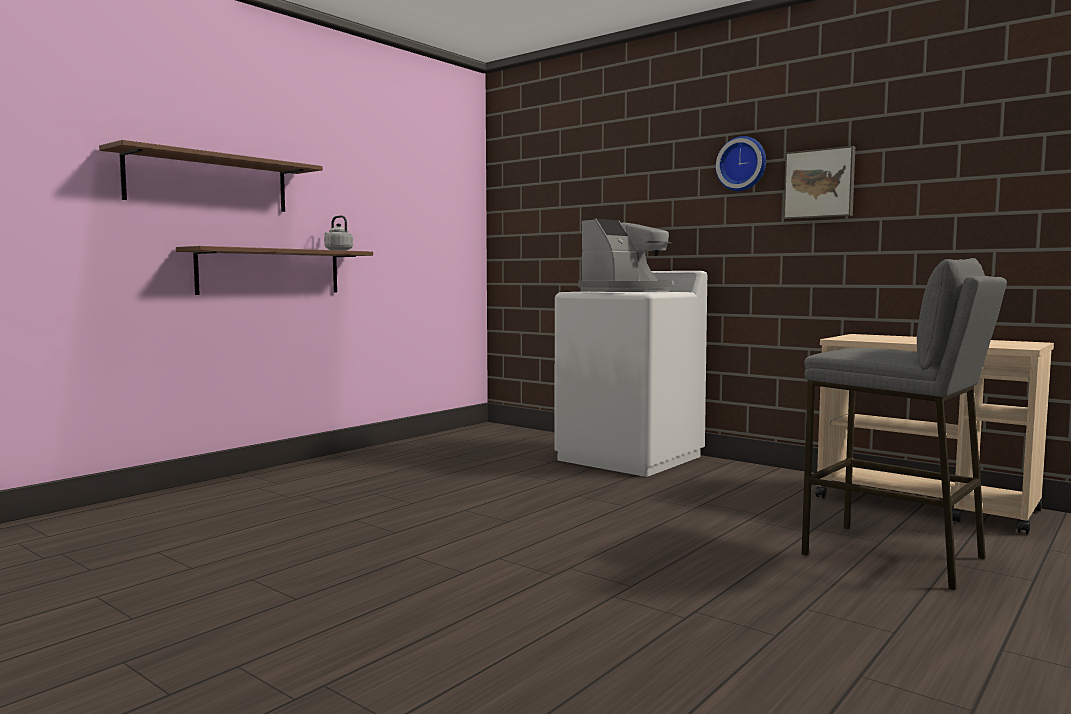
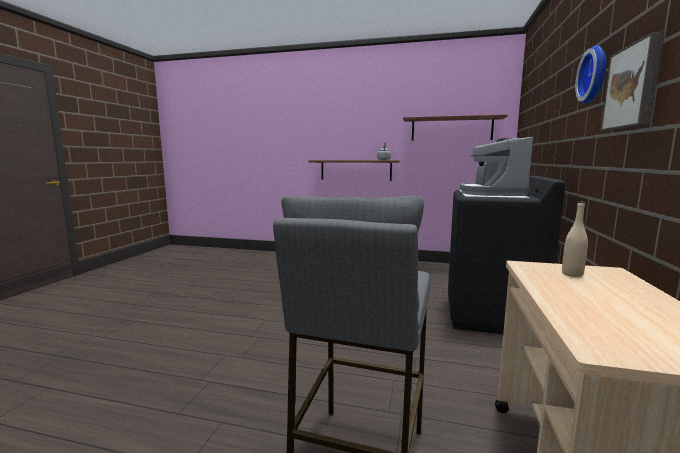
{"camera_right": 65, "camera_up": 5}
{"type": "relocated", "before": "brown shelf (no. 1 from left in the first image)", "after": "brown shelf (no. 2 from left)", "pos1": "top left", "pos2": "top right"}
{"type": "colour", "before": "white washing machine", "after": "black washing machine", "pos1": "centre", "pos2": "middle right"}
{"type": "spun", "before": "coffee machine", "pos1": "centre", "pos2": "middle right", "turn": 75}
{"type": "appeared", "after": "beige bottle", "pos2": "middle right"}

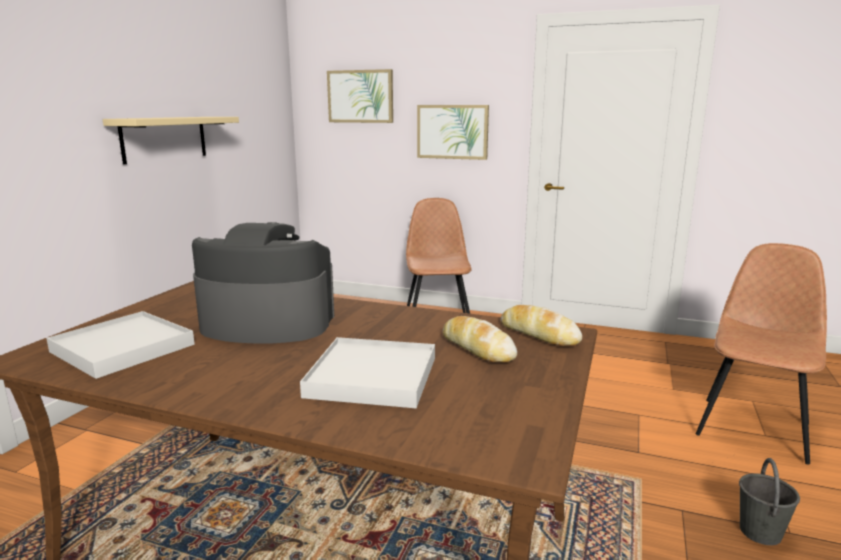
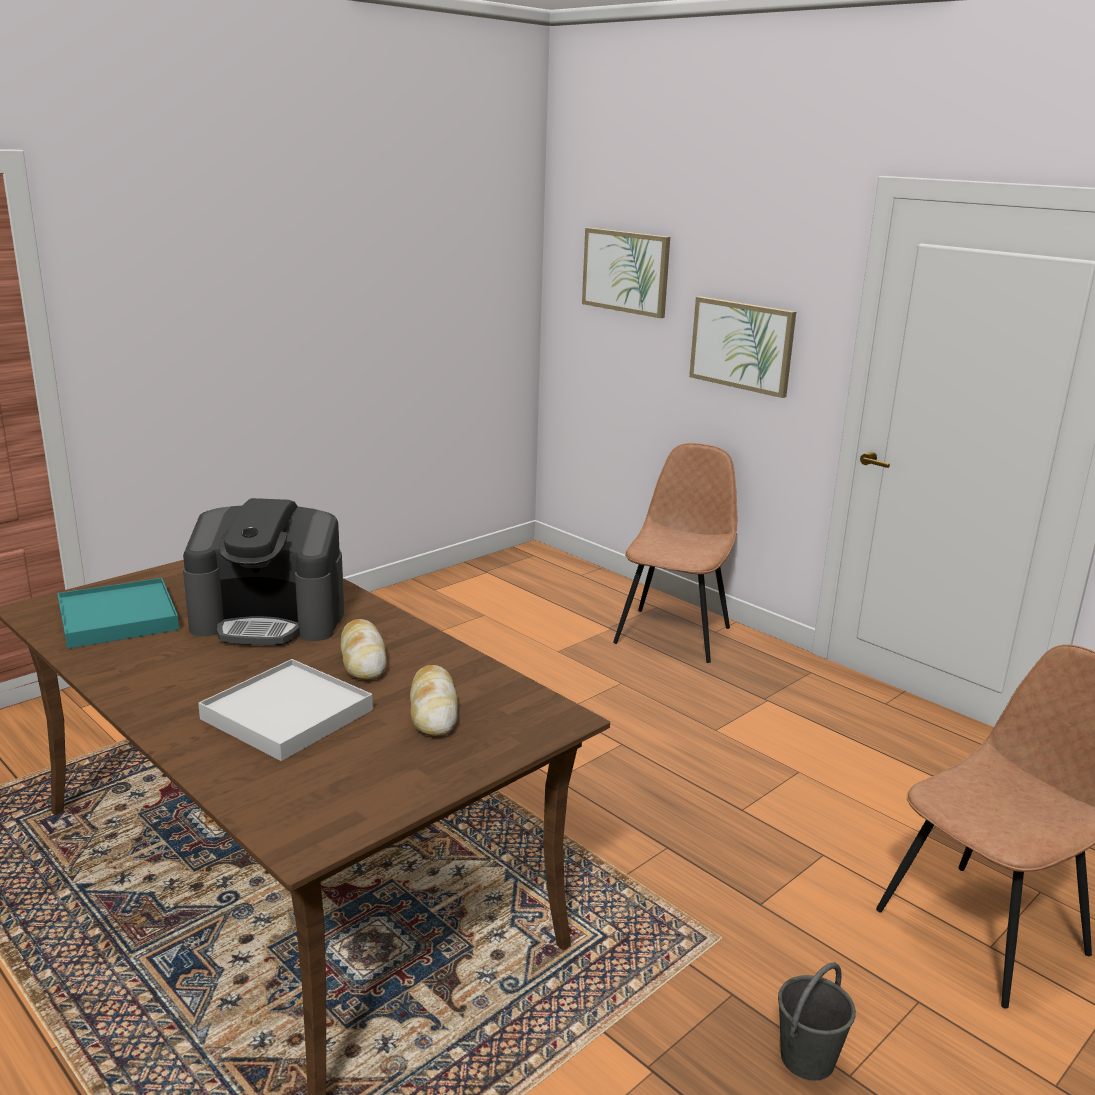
{"camera_right": 25, "camera_up": 5}
{"type": "colour", "before": "white tray (no. 1 from left)", "after": "turquoise tray", "pos1": "middle left", "pos2": "middle left"}
{"type": "spun", "before": "coffee machine", "pos1": "middle left", "pos2": "middle left", "turn": 150}
{"type": "relocated", "before": "bread (no. 2 from left in the first image)", "after": "bread (no. 1 from left)", "pos1": "centre", "pos2": "middle left"}
{"type": "missing", "before": "beige shelf", "pos1": "top left"}

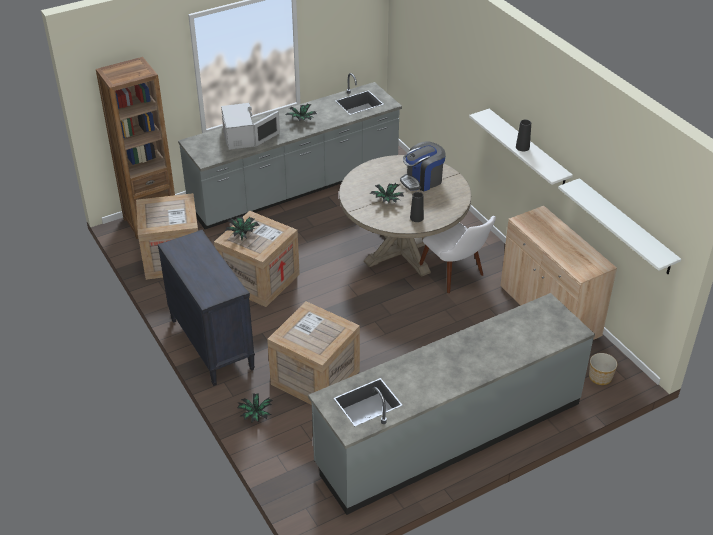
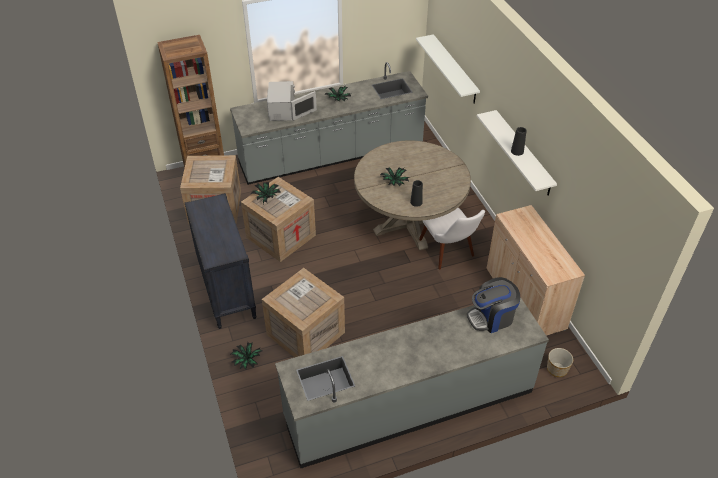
{"camera_right": 10, "camera_up": 5}
{"type": "relocated", "before": "white shelf (no. 2 from left in the first image)", "after": "white shelf (no. 1 from left)", "pos1": "middle right", "pos2": "top centre"}
{"type": "relocated", "before": "coffee machine", "pos1": "top centre", "pos2": "middle right"}

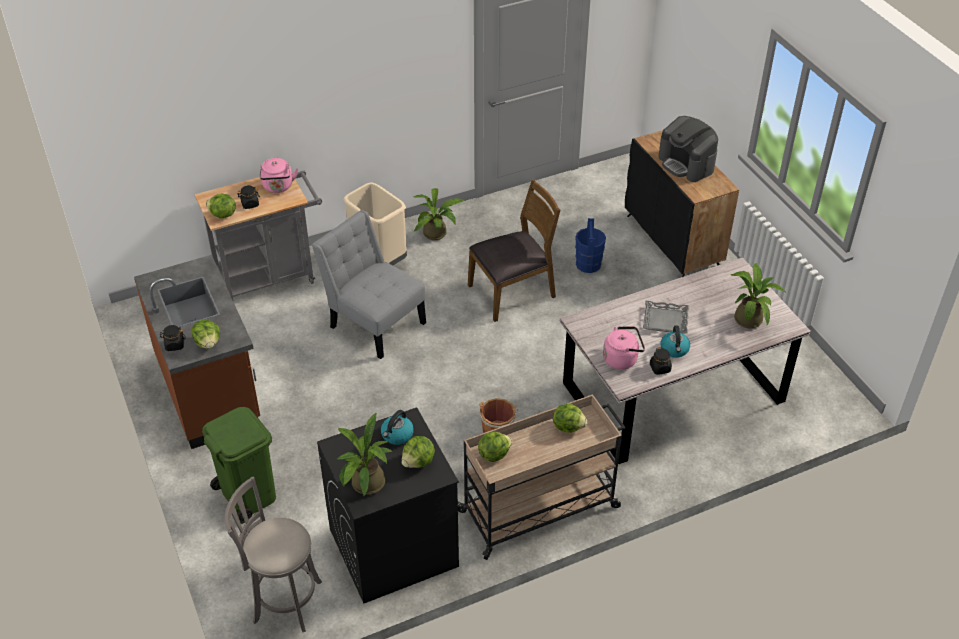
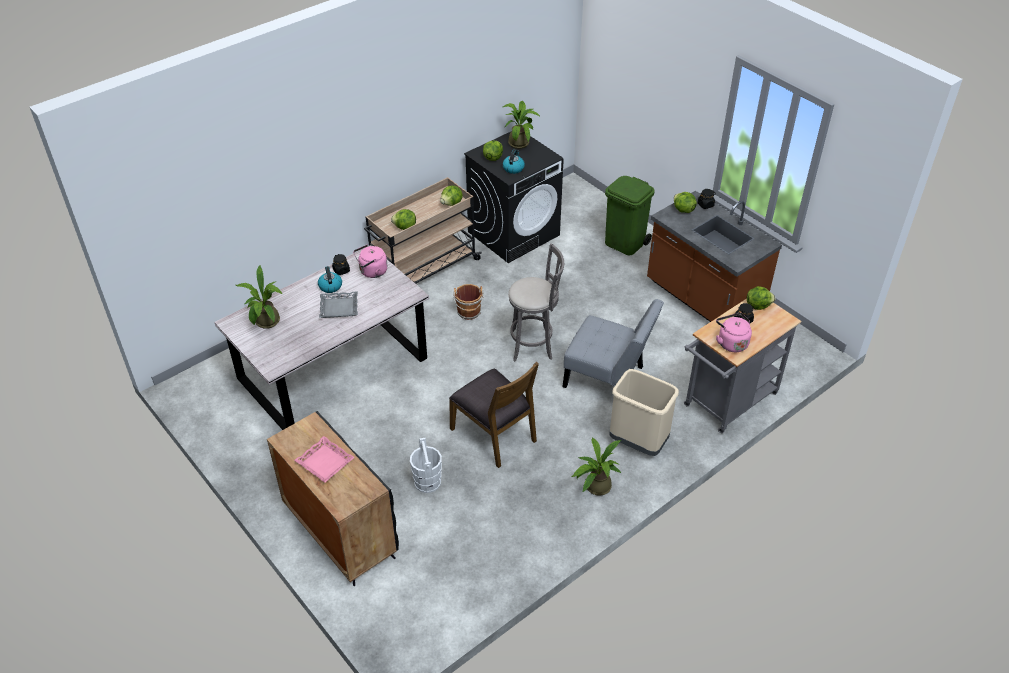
{"camera_right": 165, "camera_up": 0}
{"type": "exchanged", "before": "coffee machine", "after": "pink tray", "pos1": "top right", "pos2": "bottom left"}
{"type": "colour", "before": "blue bucket", "after": "white bucket", "pos1": "centre", "pos2": "bottom centre"}
{"type": "spun", "before": "brown chair", "pos1": "centre", "pos2": "centre", "turn": -90}
{"type": "relocated", "before": "grey stool", "pos1": "bottom left", "pos2": "centre"}

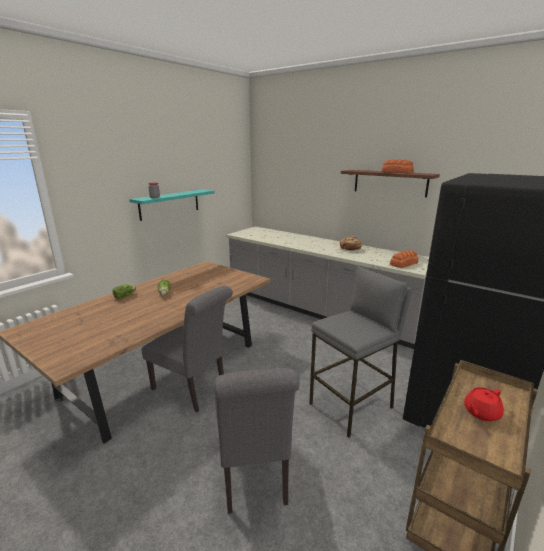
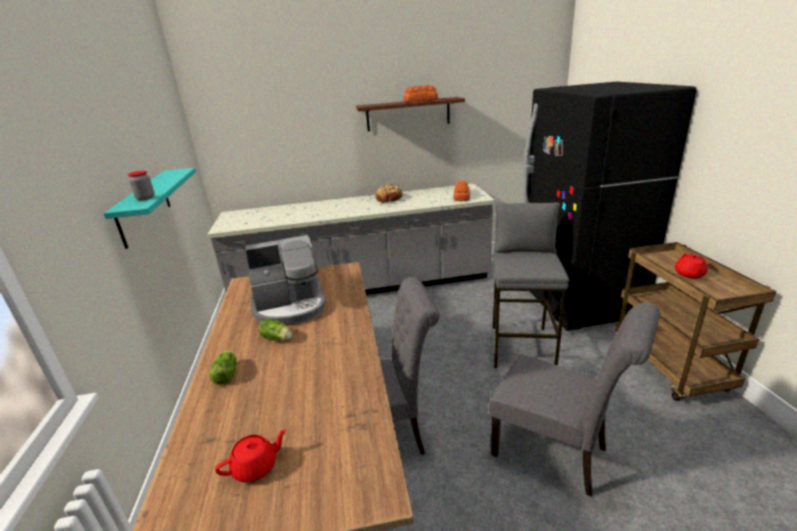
{"camera_right": -45, "camera_up": 5}
{"type": "appeared", "after": "red teapot (no. 1 from left)", "pos2": "bottom left"}
{"type": "appeared", "after": "coffee machine", "pos2": "centre"}

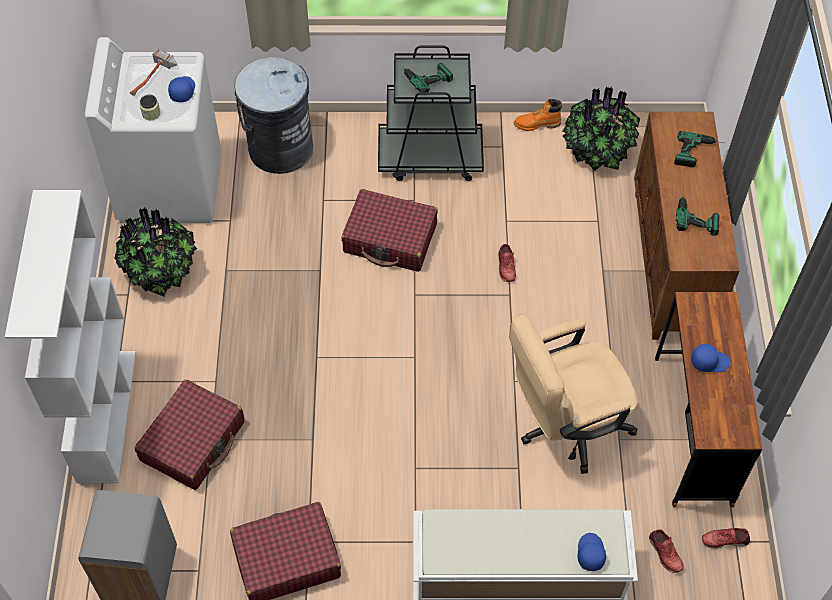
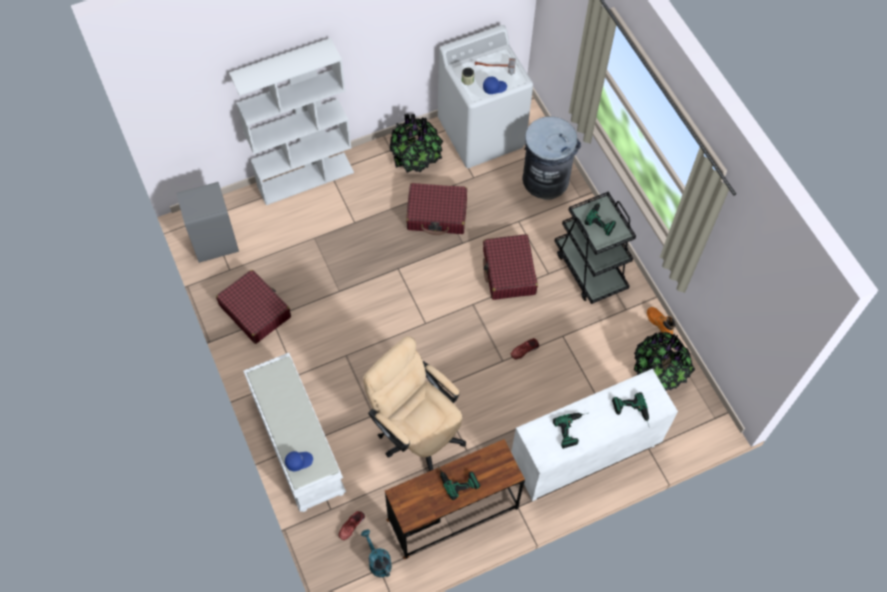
{"camera_right": 65, "camera_up": 5}
{"type": "exchanged", "before": "red shoe (no. 3 from left)", "after": "turquoise watering can", "pos1": "bottom right", "pos2": "bottom centre"}
{"type": "relocated", "before": "red suitcase (no. 1 from left in the first image)", "after": "red suitcase (no. 2 from left)", "pos1": "bottom left", "pos2": "centre"}
{"type": "exchanged", "before": "blue cap (no. 3 from left)", "after": "power drill (no. 1 from left)", "pos1": "middle right", "pos2": "bottom centre"}
{"type": "colour", "before": "brown cabinet", "after": "white cabinet", "pos1": "middle right", "pos2": "bottom right"}

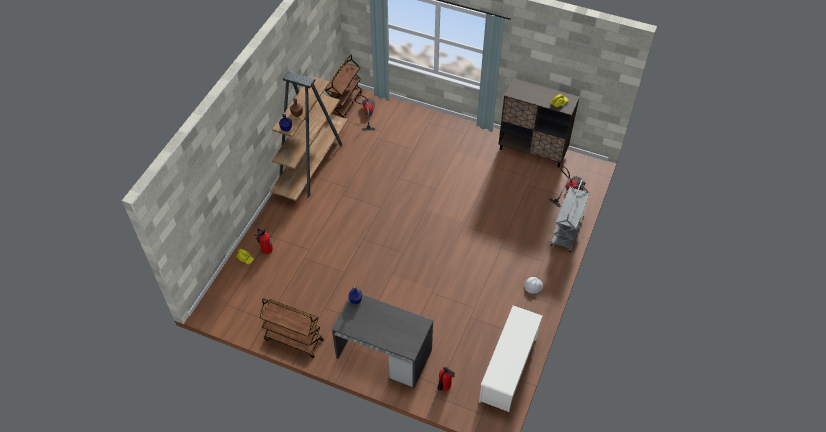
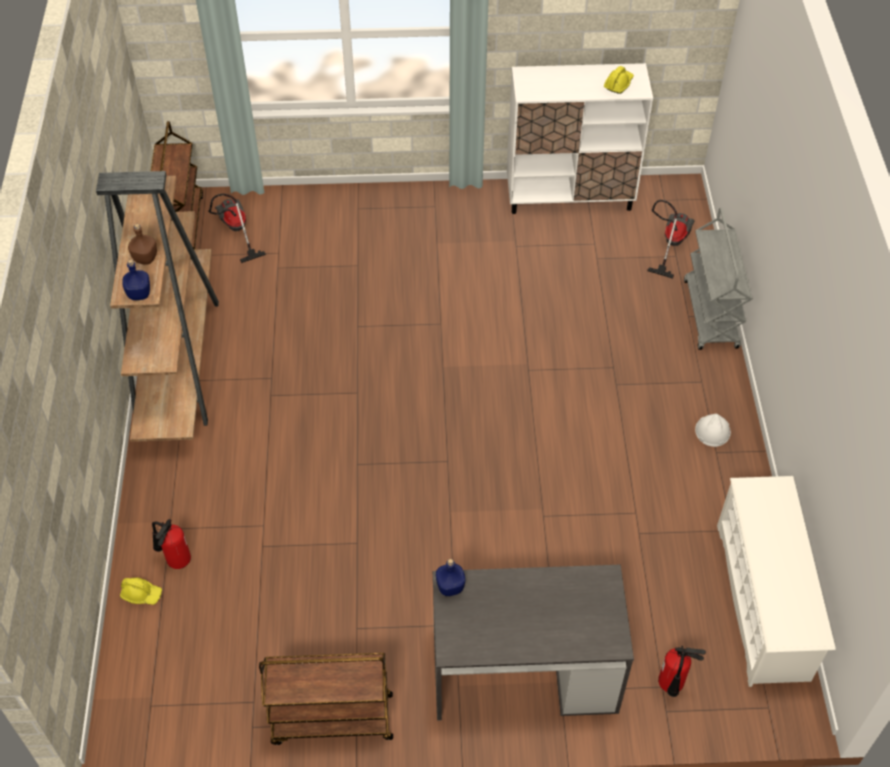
{"camera_right": -25, "camera_up": 0}
{"type": "colour", "before": "brown cabinet", "after": "white cabinet", "pos1": "top centre", "pos2": "top centre"}

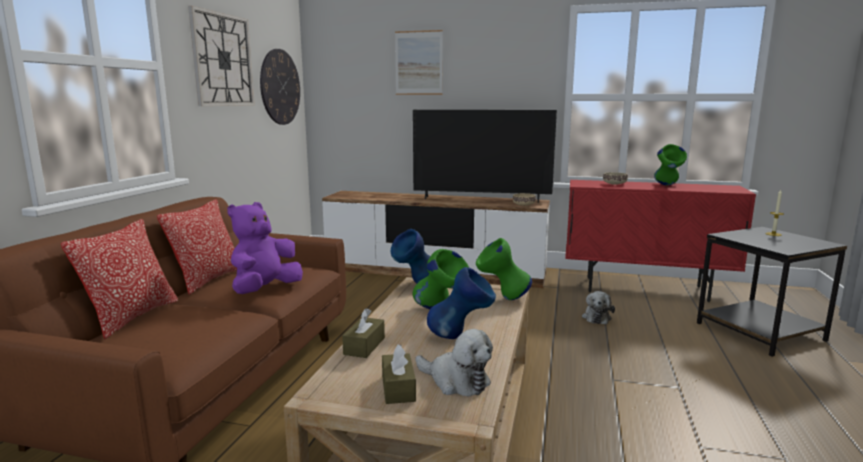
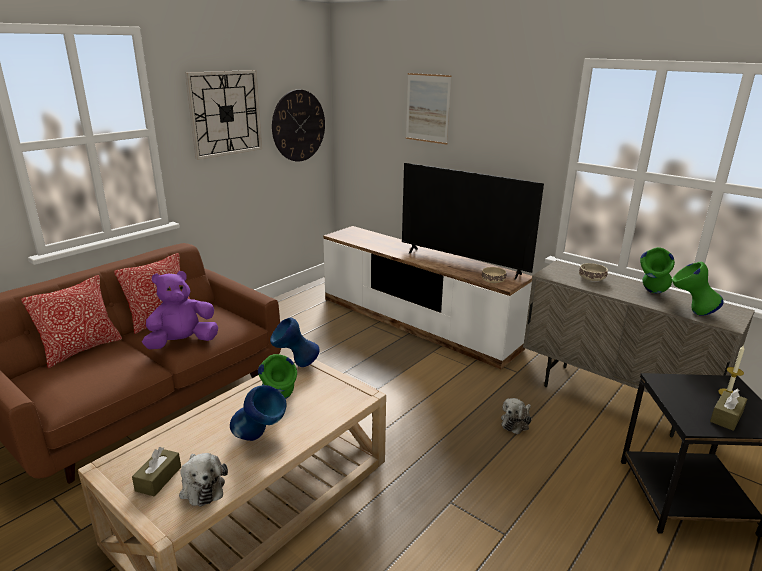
{"camera_right": 25, "camera_up": 10}
{"type": "colour", "before": "red cabinet", "after": "beige cabinet", "pos1": "middle right", "pos2": "middle right"}
{"type": "relocated", "before": "green vase (no. 2 from left in the first image)", "after": "green vase (no. 3 from left)", "pos1": "centre", "pos2": "middle right"}
{"type": "relocated", "before": "brown tissue box (no. 1 from left in the first image)", "after": "brown tissue box (no. 2 from left)", "pos1": "bottom centre", "pos2": "bottom right"}

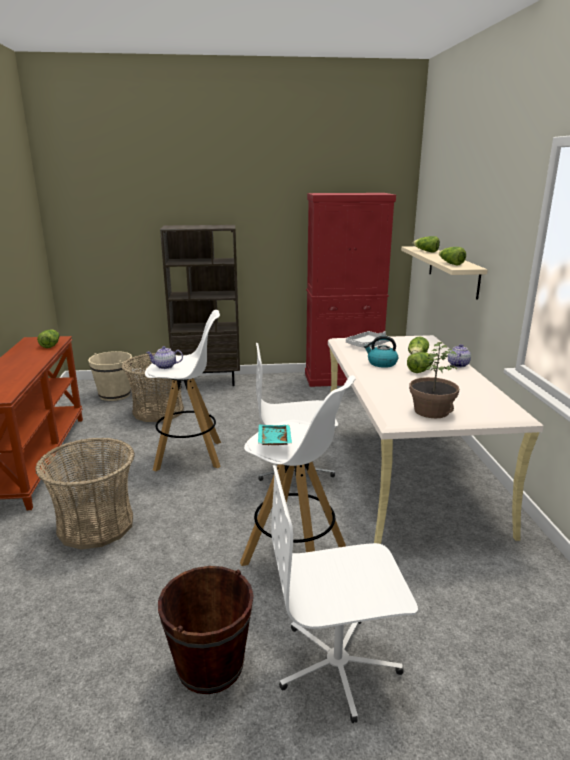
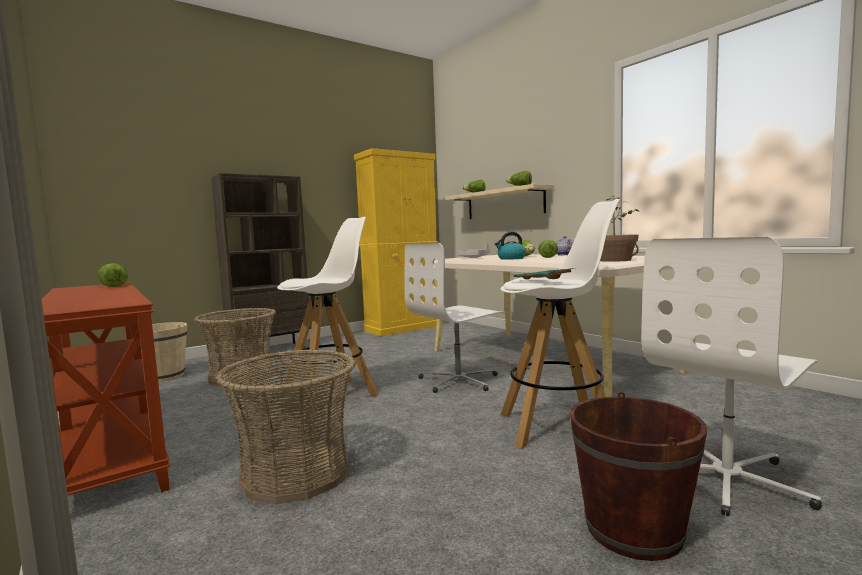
{"camera_right": -30, "camera_up": -15}
{"type": "colour", "before": "red cabinet", "after": "yellow cabinet", "pos1": "centre", "pos2": "centre"}
{"type": "missing", "before": "teapot (no. 1 from left)", "pos1": "middle left"}

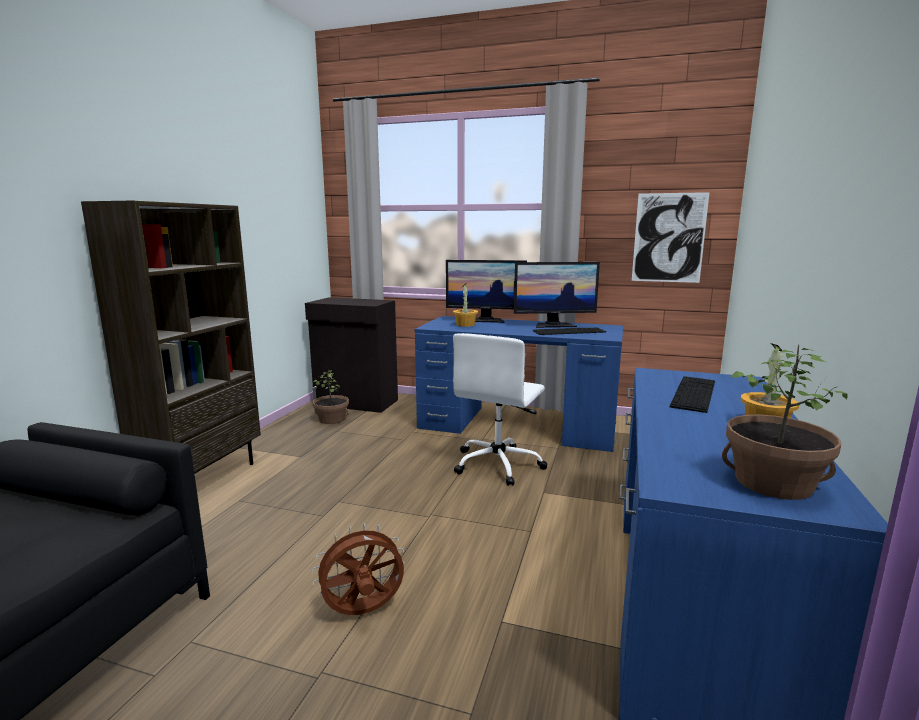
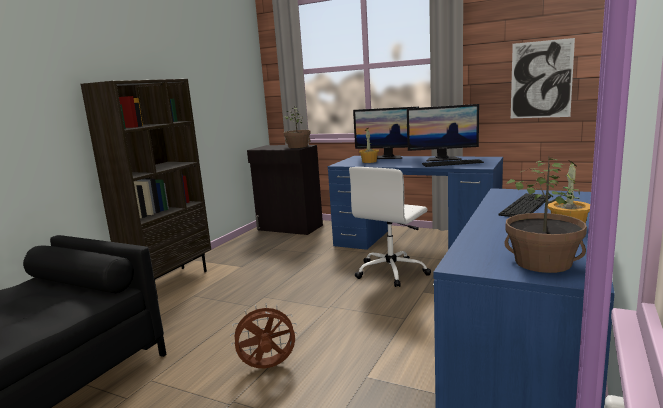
{"camera_right": 10, "camera_up": 0}
{"type": "relocated", "before": "potted plant (no. 1 from left)", "pos1": "centre", "pos2": "top centre"}

